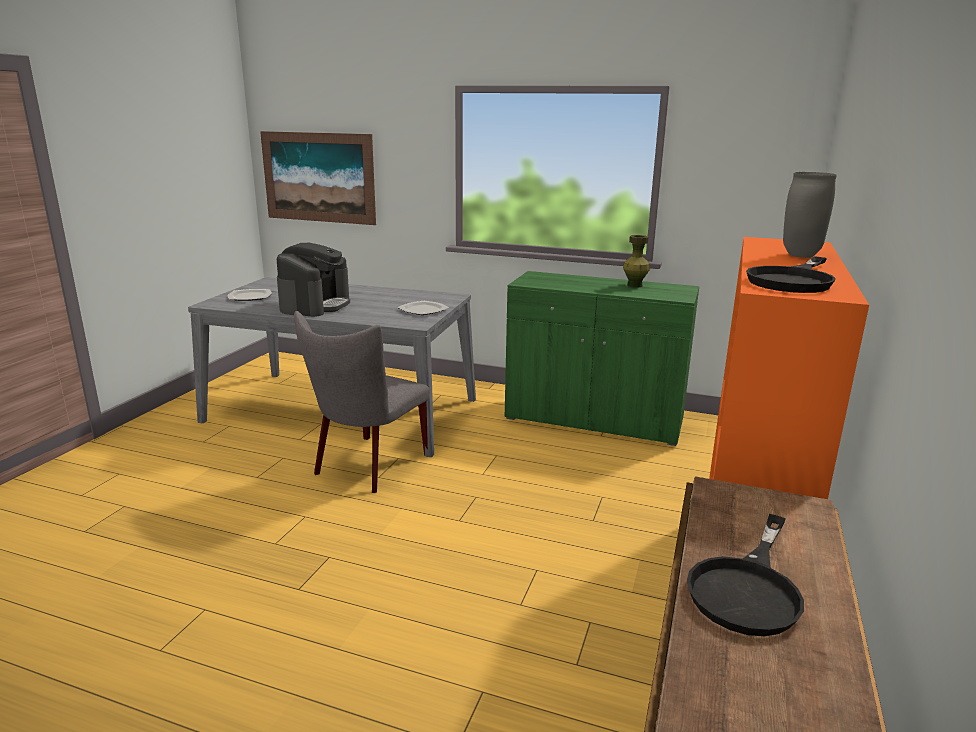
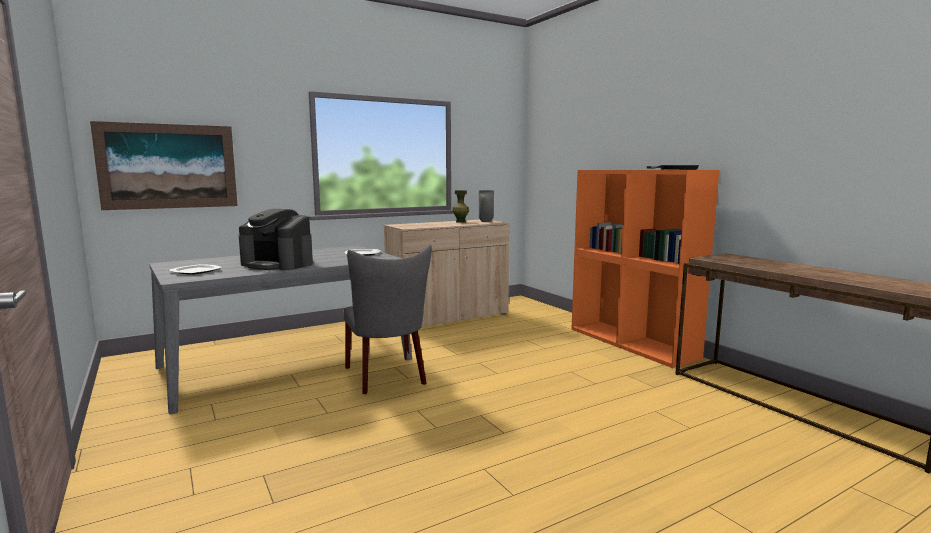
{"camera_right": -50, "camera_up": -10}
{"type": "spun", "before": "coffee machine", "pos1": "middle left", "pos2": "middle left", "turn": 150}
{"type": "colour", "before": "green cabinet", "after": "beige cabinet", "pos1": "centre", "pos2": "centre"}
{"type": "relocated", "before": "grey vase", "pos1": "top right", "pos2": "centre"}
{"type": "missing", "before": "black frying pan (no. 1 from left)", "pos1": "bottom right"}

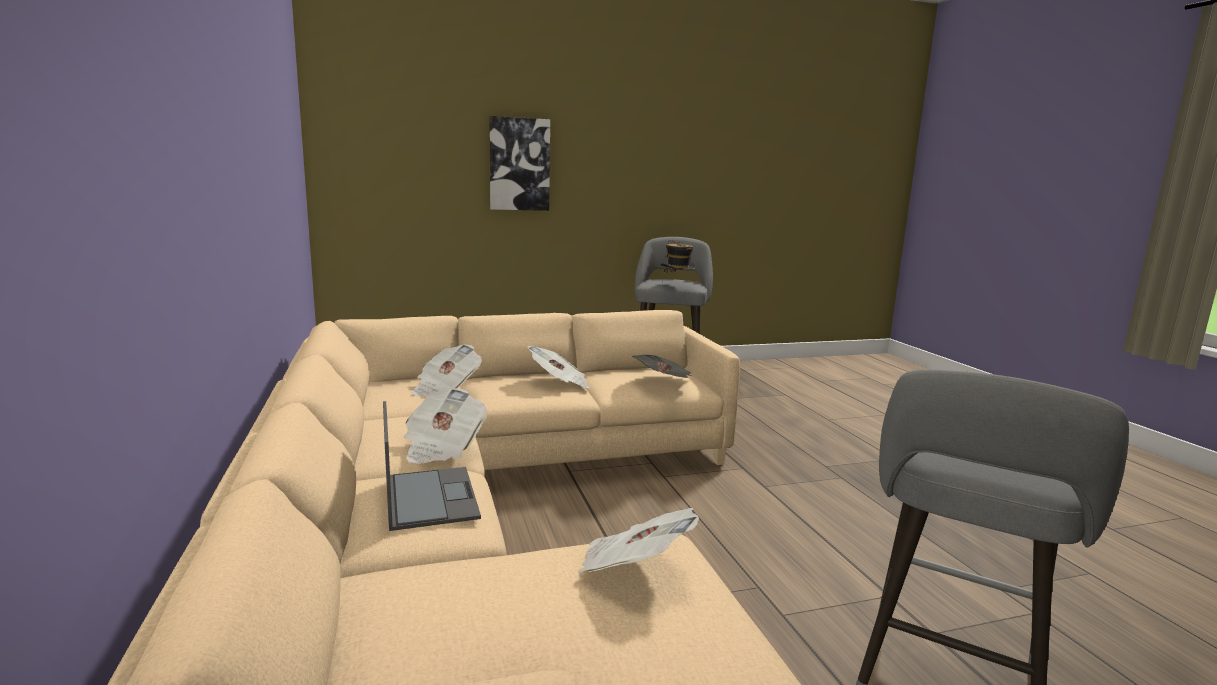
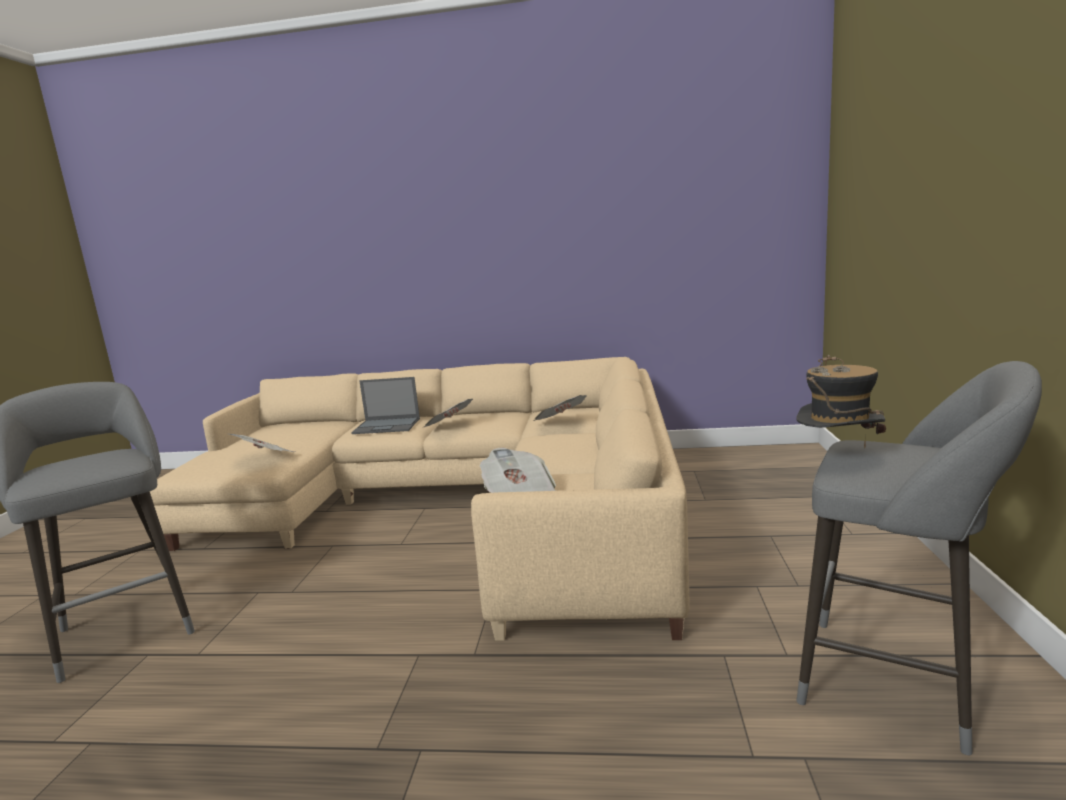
{"camera_right": 115, "camera_up": 0}
{"type": "missing", "before": "picture", "pos1": "top centre"}
{"type": "missing", "before": "newspaper (no. 3 from left)", "pos1": "centre"}

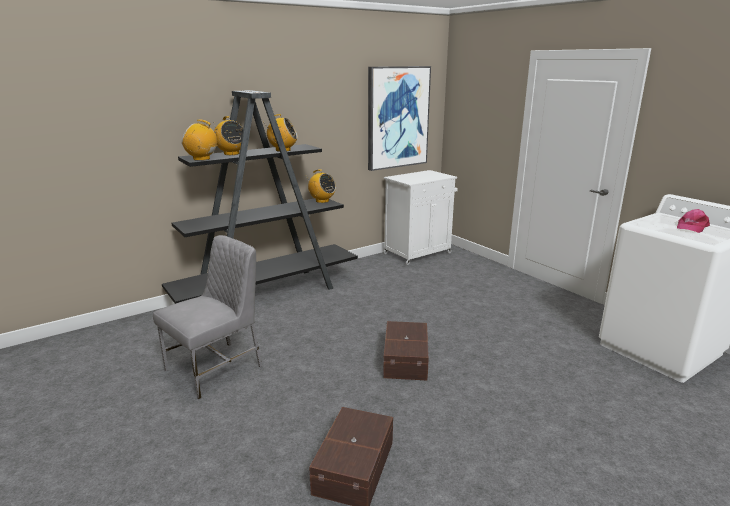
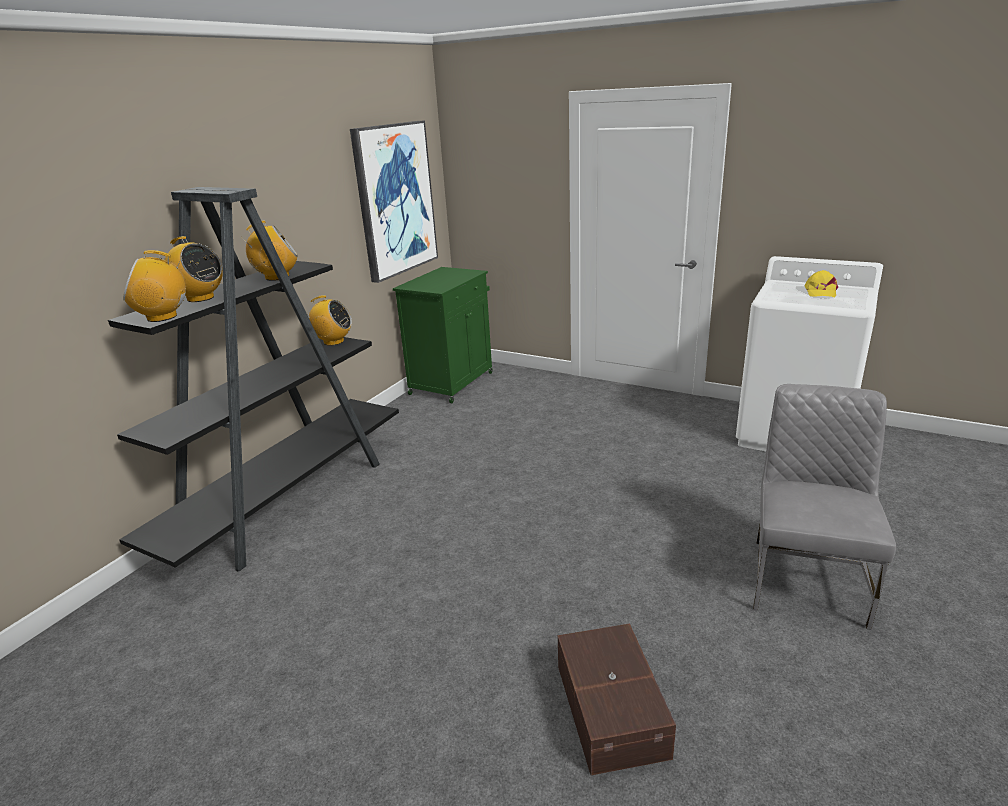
{"camera_right": -25, "camera_up": 5}
{"type": "colour", "before": "white cabinet", "after": "green cabinet", "pos1": "centre", "pos2": "centre"}
{"type": "relocated", "before": "grey chair", "pos1": "middle left", "pos2": "middle right"}
{"type": "colour", "before": "pink cap", "after": "yellow cap", "pos1": "middle right", "pos2": "middle right"}
{"type": "missing", "before": "brown storage box (no. 2 from left)", "pos1": "bottom centre"}

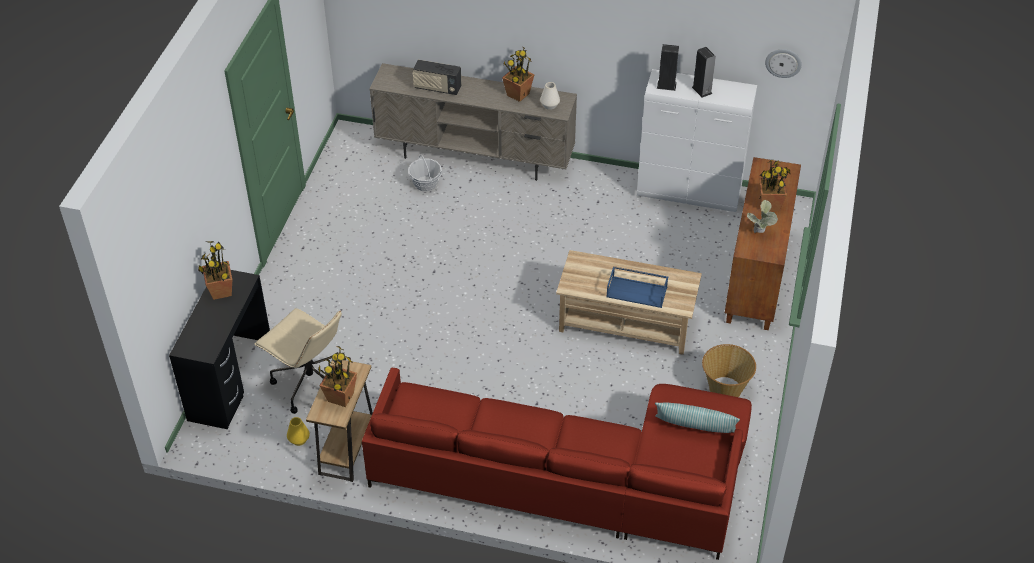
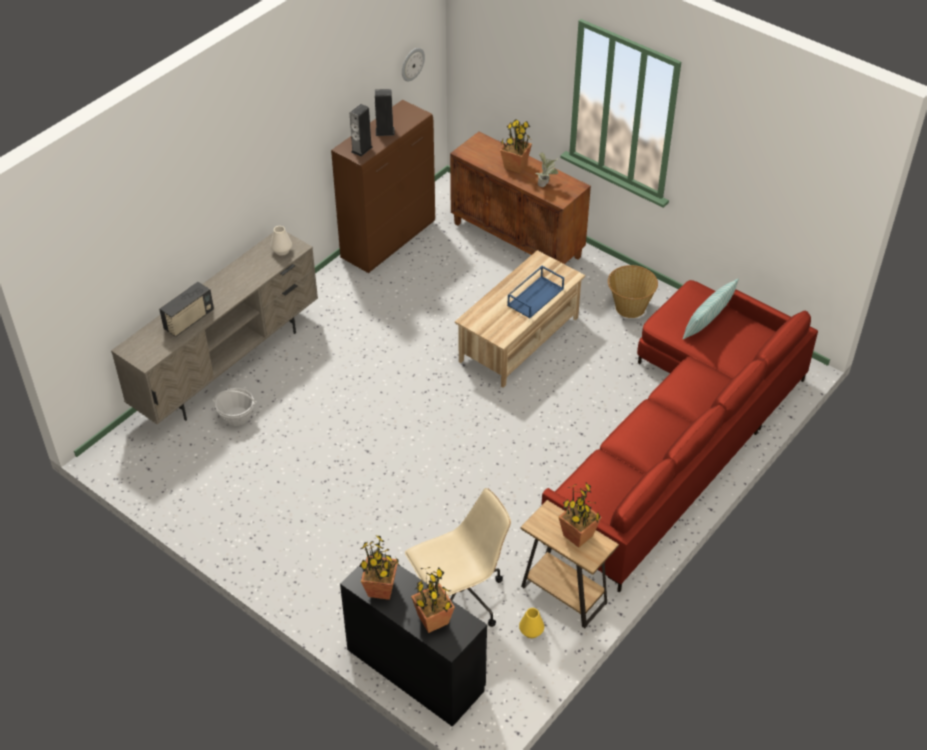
{"camera_right": -65, "camera_up": 0}
{"type": "colour", "before": "white cabinet", "after": "brown cabinet (no. 1 from left)", "pos1": "top right", "pos2": "top centre"}
{"type": "relocated", "before": "potted plant (no. 3 from left in the first image)", "after": "potted plant (no. 2 from left)", "pos1": "top centre", "pos2": "bottom centre"}

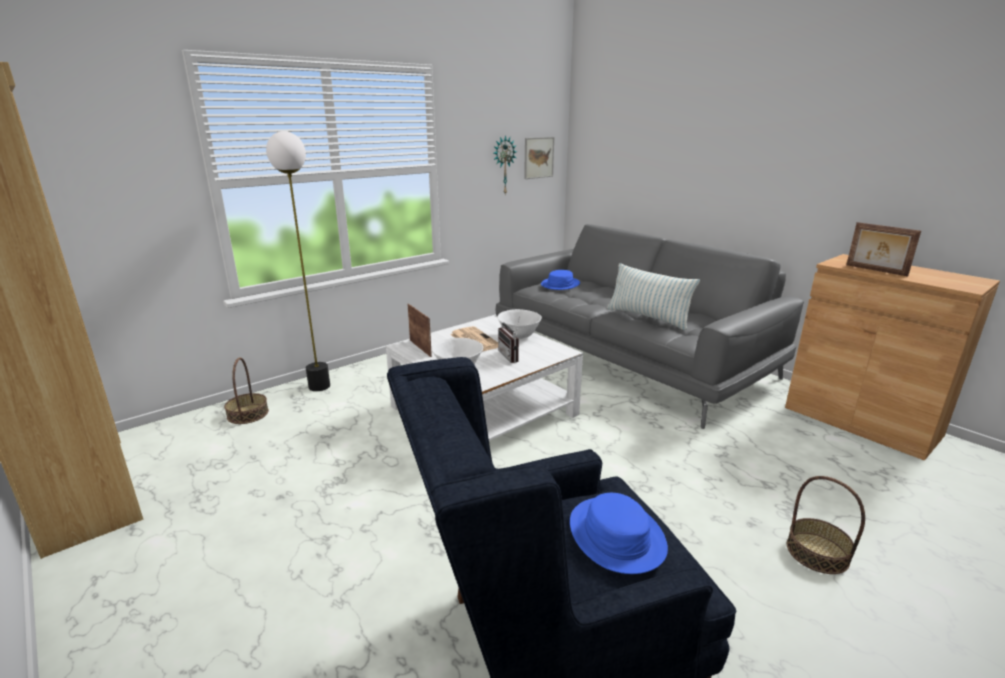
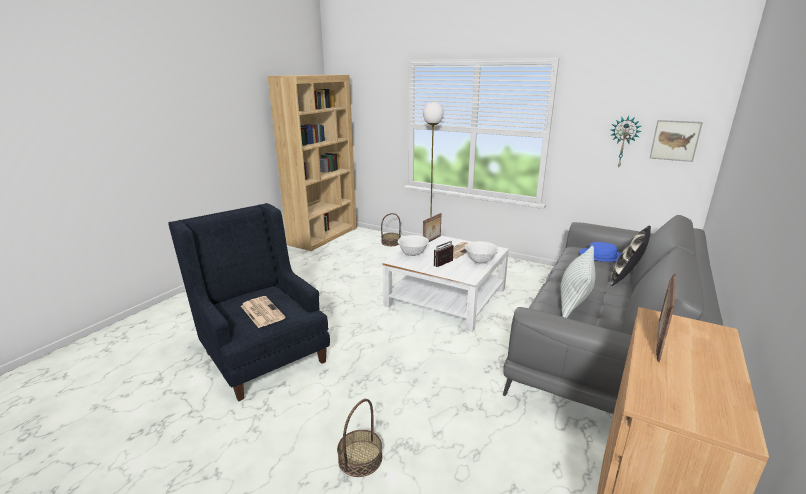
{"camera_right": 70, "camera_up": 0}
{"type": "exchanged", "before": "blue hat (no. 2 from left)", "after": "newspaper (no. 1 from left)", "pos1": "bottom centre", "pos2": "middle left"}
{"type": "appeared", "after": "pillow (no. 2 from left)", "pos2": "middle right"}

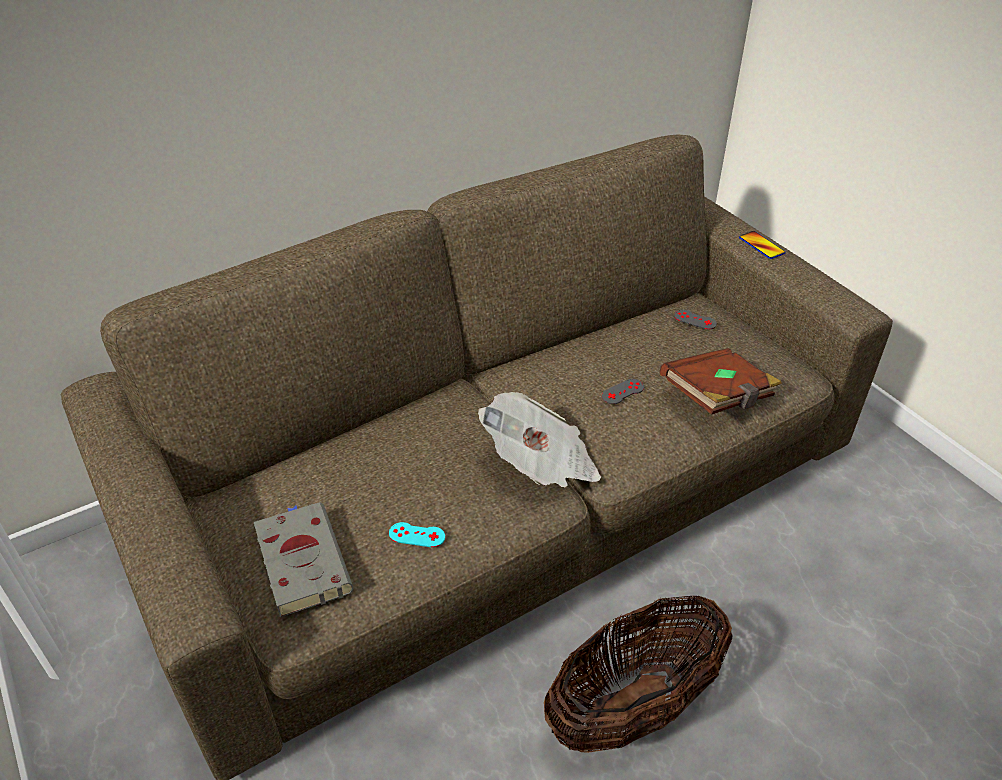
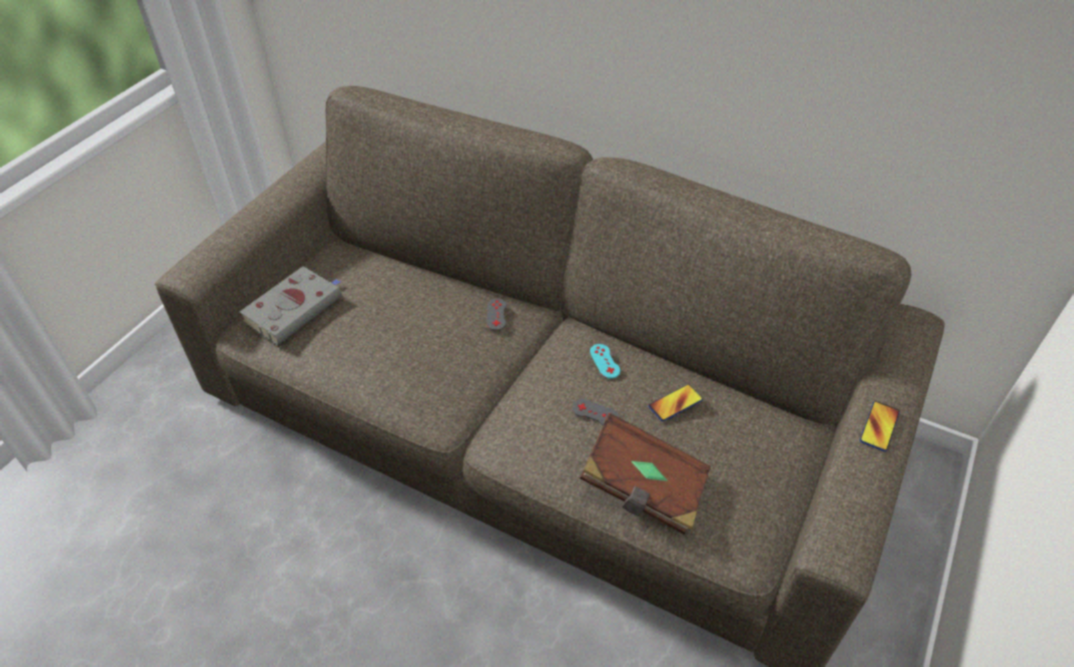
{"camera_right": 60, "camera_up": 5}
{"type": "relocated", "before": "grey game controller (no. 2 from left in the first image)", "after": "grey game controller (no. 1 from left)", "pos1": "middle right", "pos2": "centre"}
{"type": "relocated", "before": "turquoise game controller", "pos1": "bottom centre", "pos2": "centre"}
{"type": "appeared", "after": "phone (no. 1 from left)", "pos2": "centre"}
{"type": "missing", "before": "newspaper", "pos1": "centre"}
{"type": "missing", "before": "basket", "pos1": "bottom centre"}

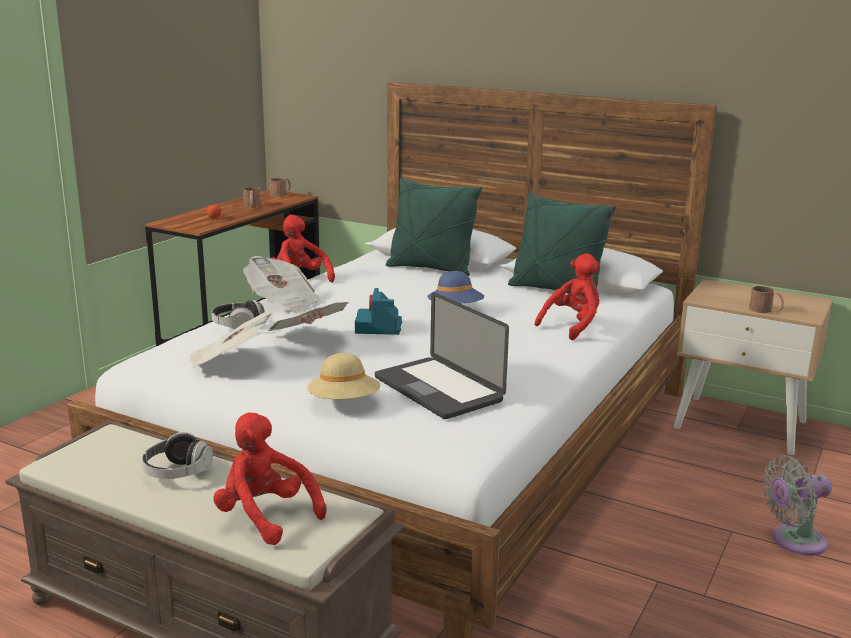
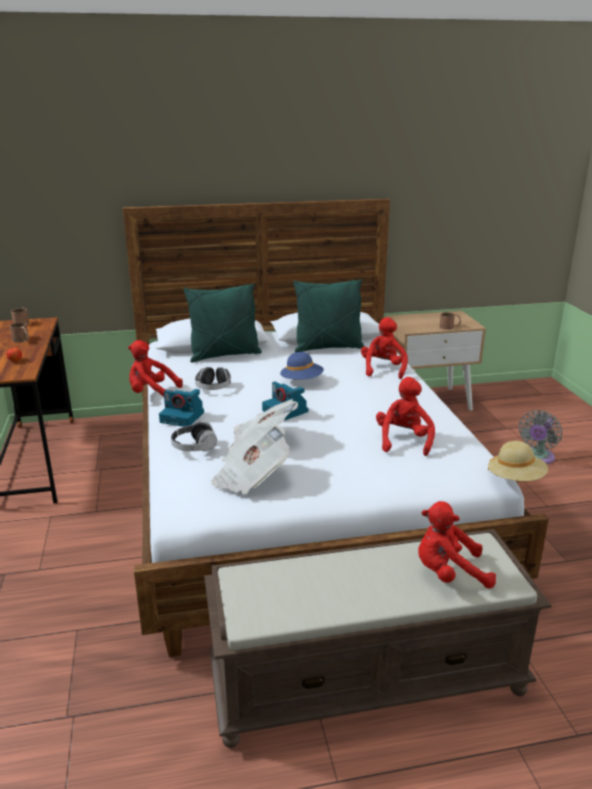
{"camera_right": -40, "camera_up": 5}
{"type": "exchanged", "before": "newspaper (no. 2 from left)", "after": "photo camera (no. 1 from left)", "pos1": "middle left", "pos2": "middle left"}
{"type": "relocated", "before": "headphones (no. 1 from left in the first image)", "after": "headphones (no. 2 from left)", "pos1": "bottom left", "pos2": "centre"}
{"type": "exchanged", "before": "laptop", "after": "red plush toy (no. 3 from left)", "pos1": "centre", "pos2": "middle right"}
{"type": "relocated", "before": "beige hat", "pos1": "centre", "pos2": "middle right"}

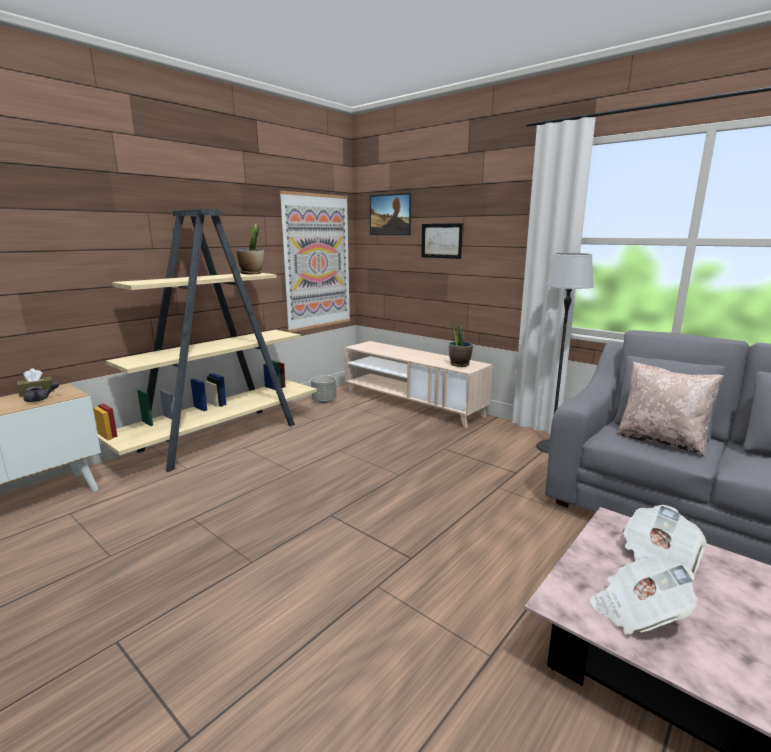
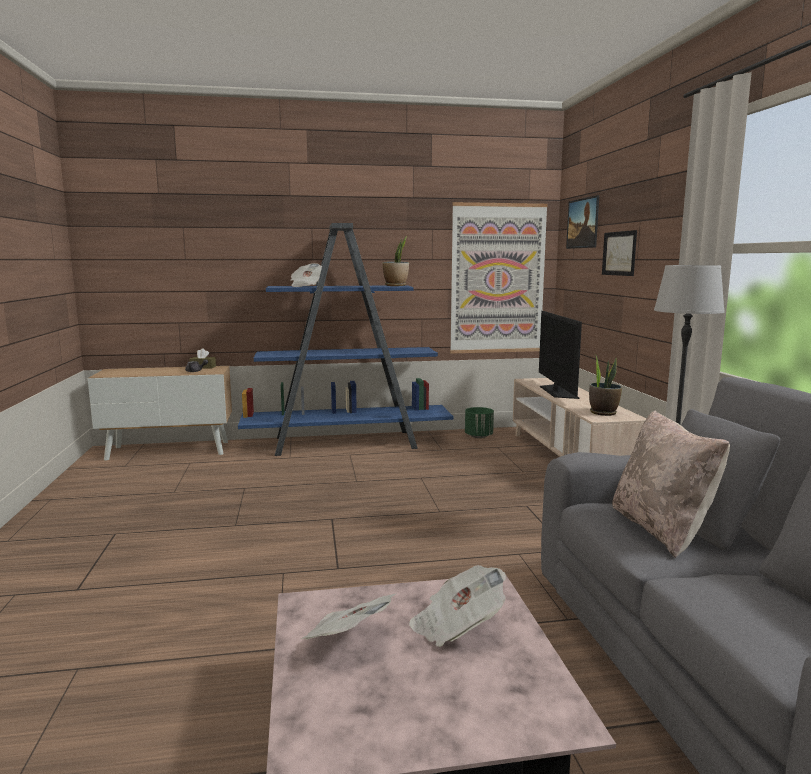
{"camera_right": 40, "camera_up": -5}
{"type": "colour", "before": "beige bookcase", "after": "blue bookcase", "pos1": "middle left", "pos2": "centre"}
{"type": "appeared", "after": "newspaper (no. 1 from left)", "pos2": "centre"}
{"type": "colour", "before": "grey planter", "after": "green planter", "pos1": "centre", "pos2": "centre"}
{"type": "appeared", "after": "television", "pos2": "middle right"}

